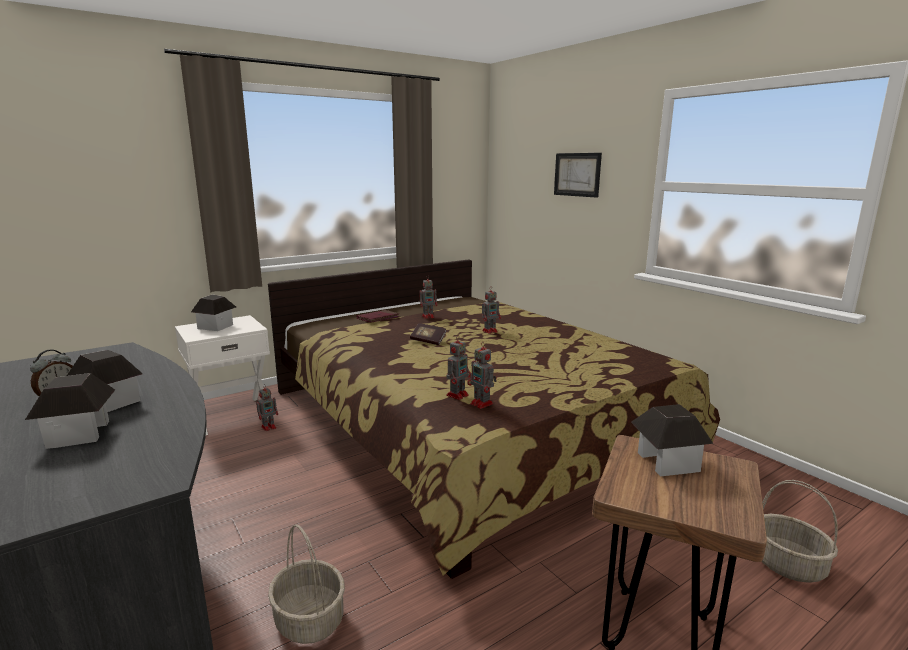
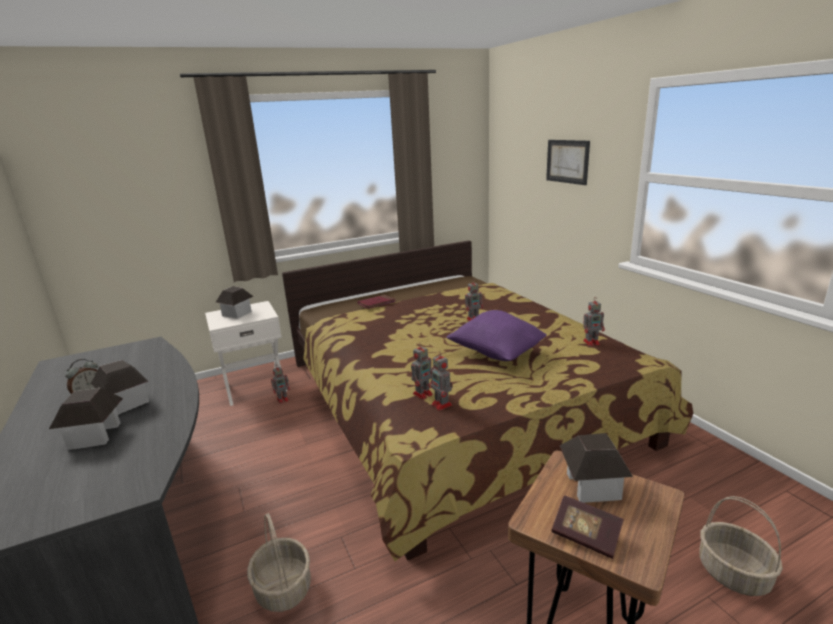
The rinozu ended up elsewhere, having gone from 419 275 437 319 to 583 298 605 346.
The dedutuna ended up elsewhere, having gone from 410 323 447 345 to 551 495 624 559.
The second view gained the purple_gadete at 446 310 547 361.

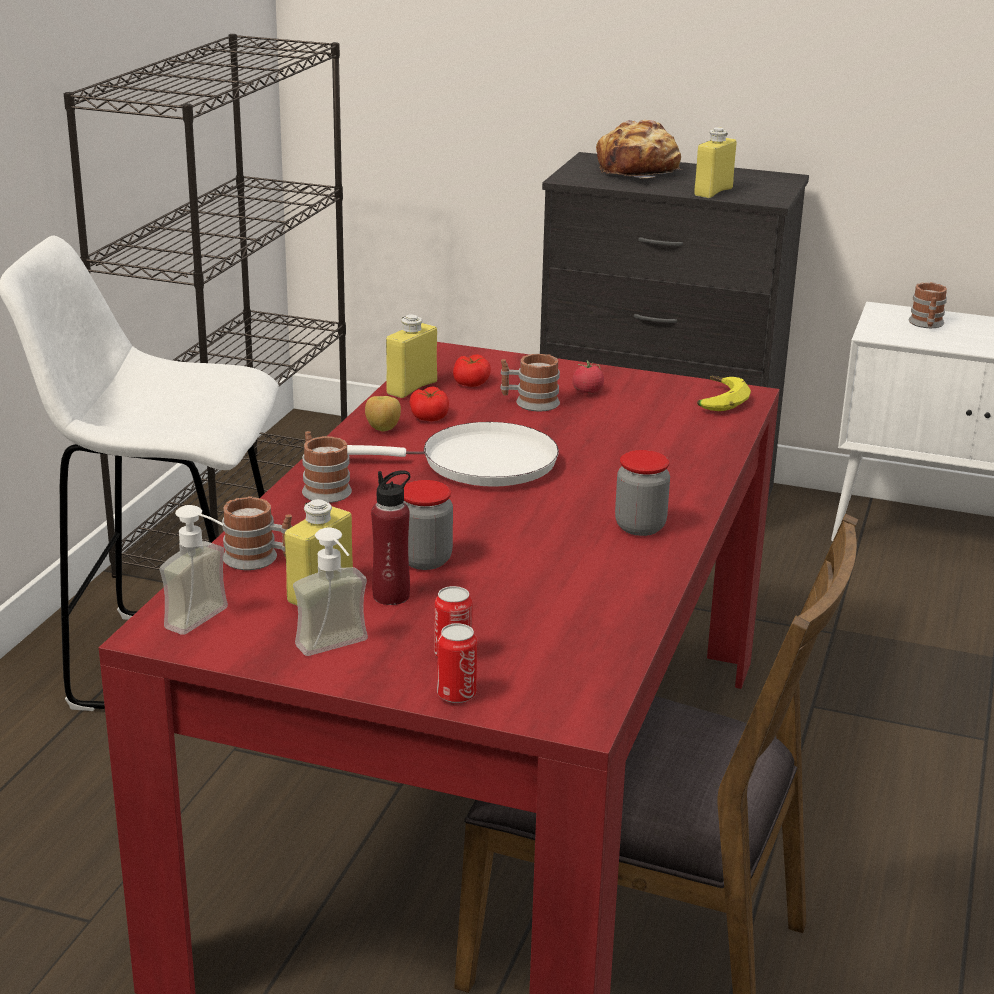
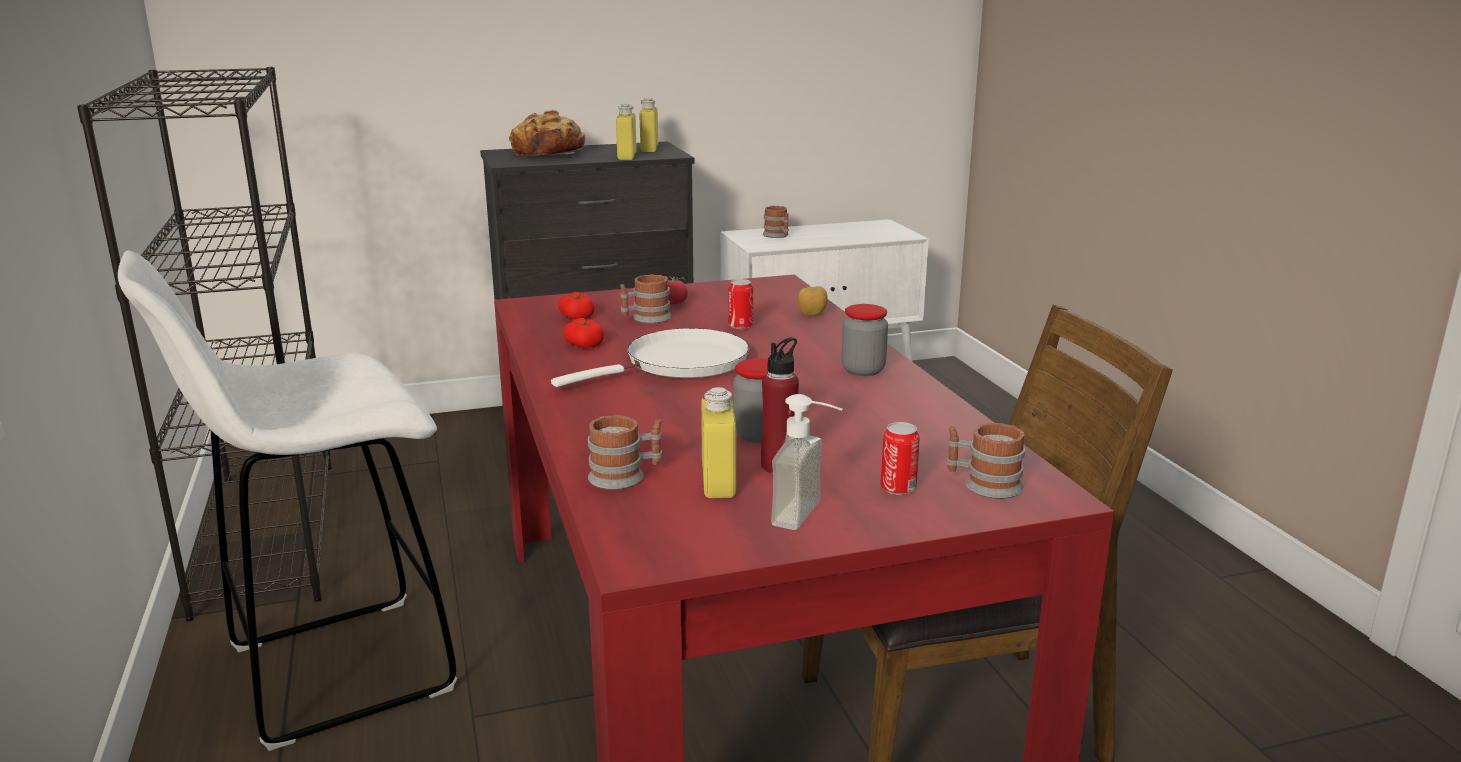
The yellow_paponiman ended up elsewhere, having gone from 386 314 437 398 to 639 98 658 152.
The second view lost the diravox at 697 376 751 411.
The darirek ended up elsewhere, having gone from 365 396 401 431 to 798 286 828 316.
The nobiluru ended up elsewhere, having gone from 302 431 352 503 to 946 423 1025 499.
The second view lost the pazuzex at 159 505 228 635.
The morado ended up elsewhere, having gone from 437 623 477 703 to 728 279 753 329.

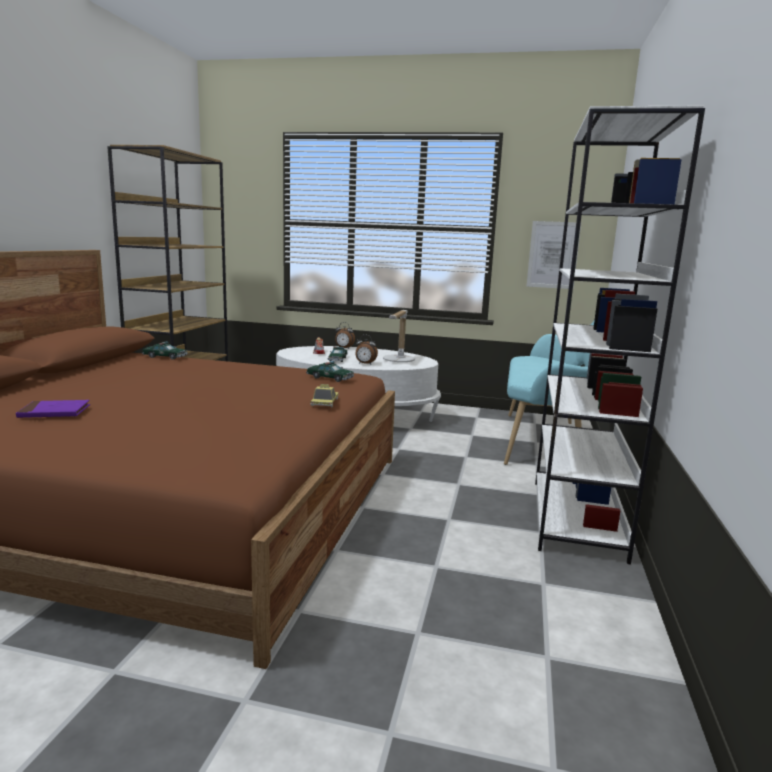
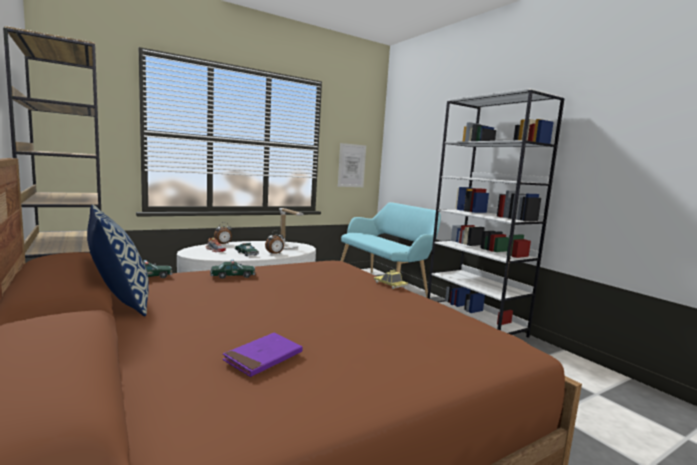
The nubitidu ended up elsewhere, having gone from 306 361 354 382 to 210 260 255 279.
The second view gained the gadete at 87 204 149 316.

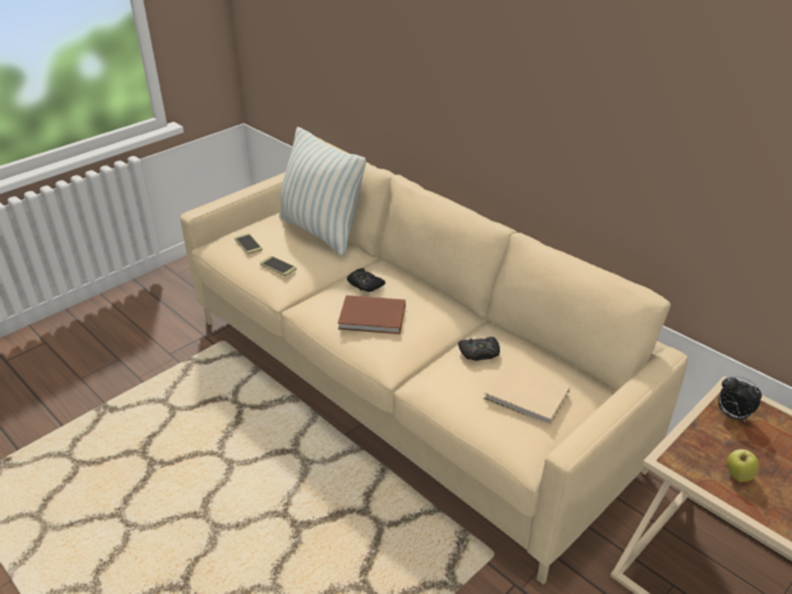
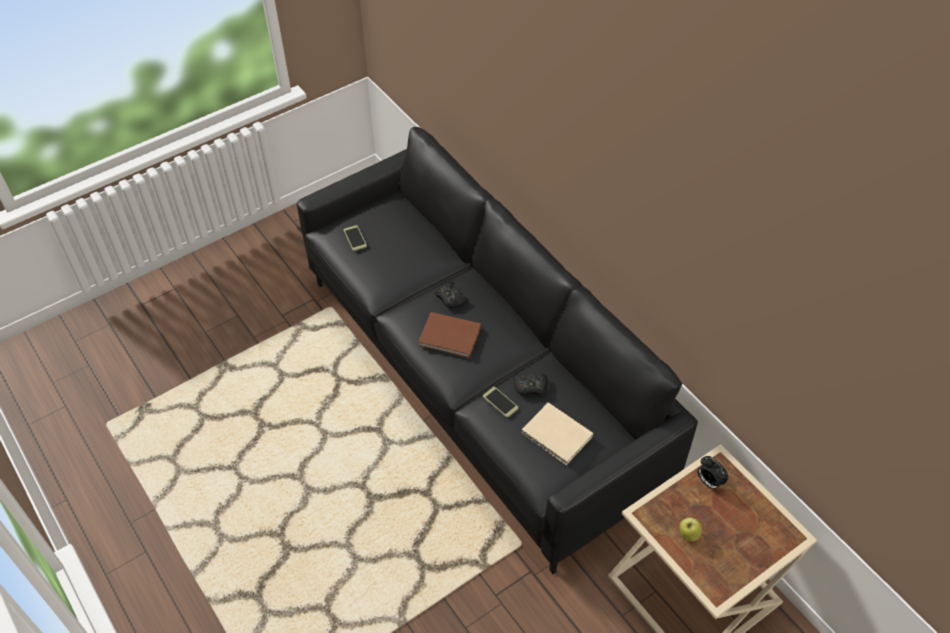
The second view lost the gadete at 279 127 366 256.
What was the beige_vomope at 180 137 688 584 turned into the black_vomope at 297 127 698 574.
The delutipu ended up elsewhere, having gone from 260 256 297 276 to 483 387 518 418.

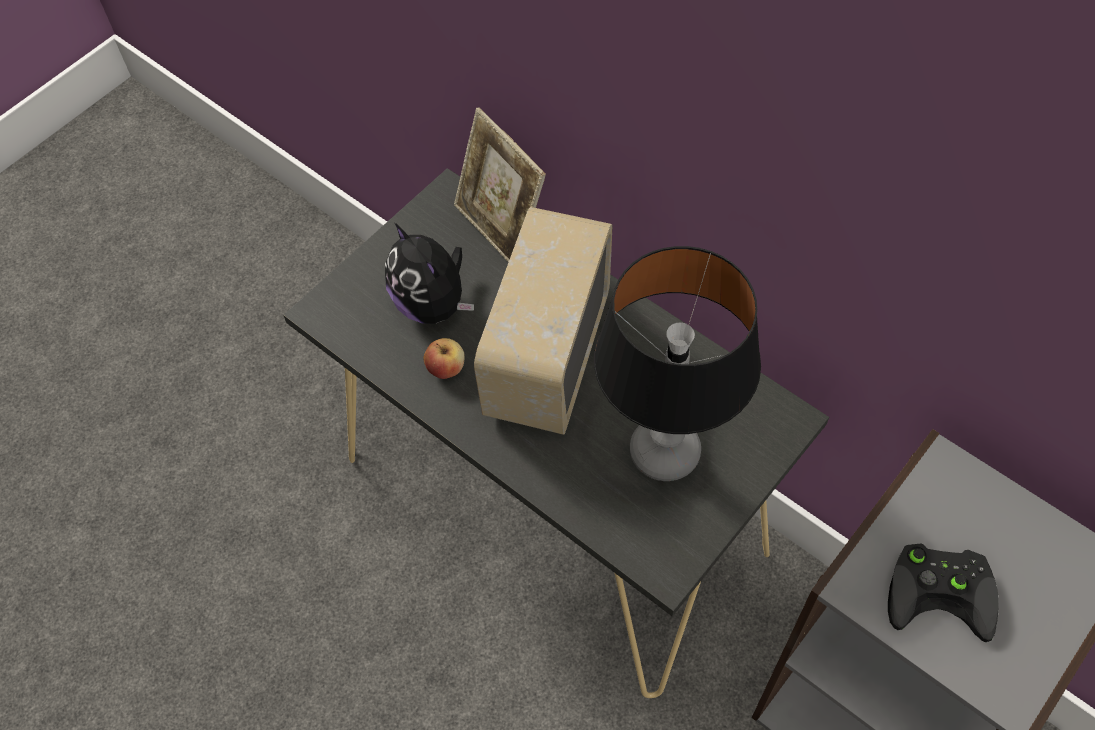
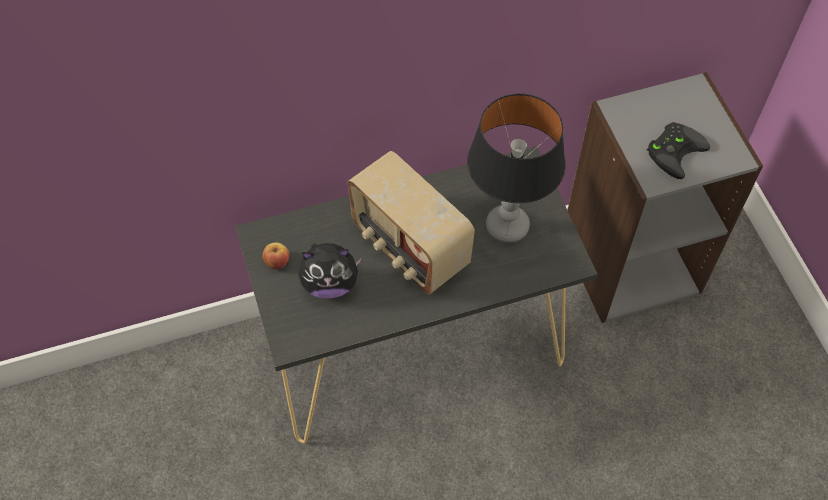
The second view lost the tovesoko at 454 107 546 262.
The darirek ended up elsewhere, having gone from 423 338 465 379 to 263 243 289 269.

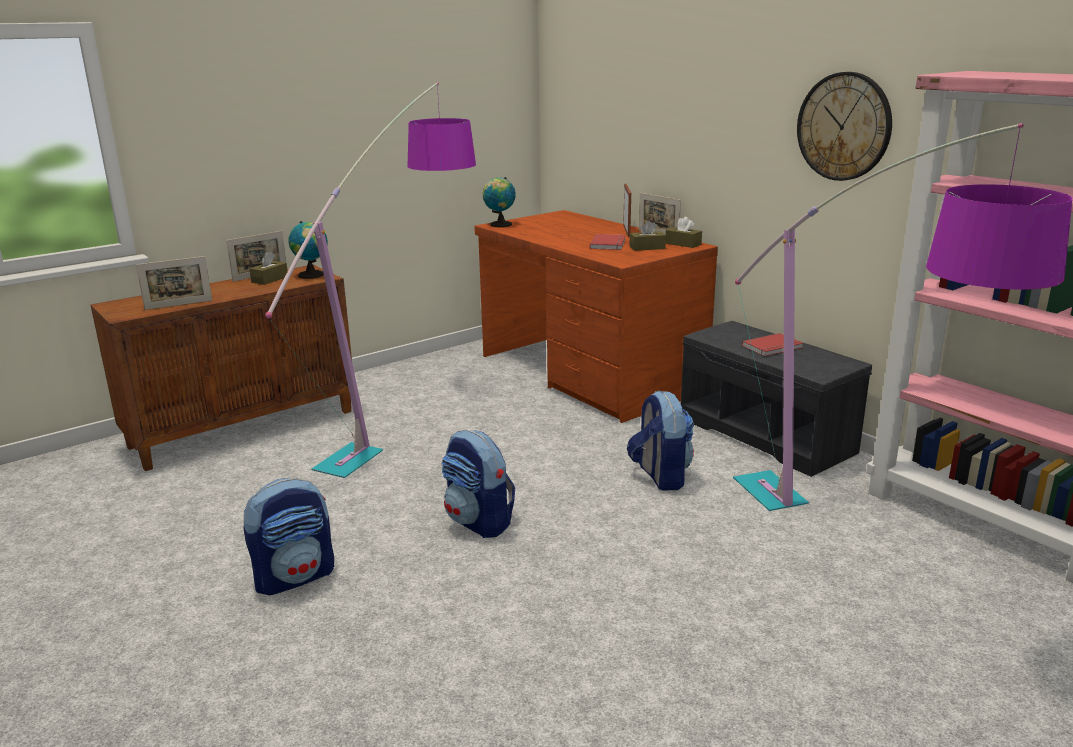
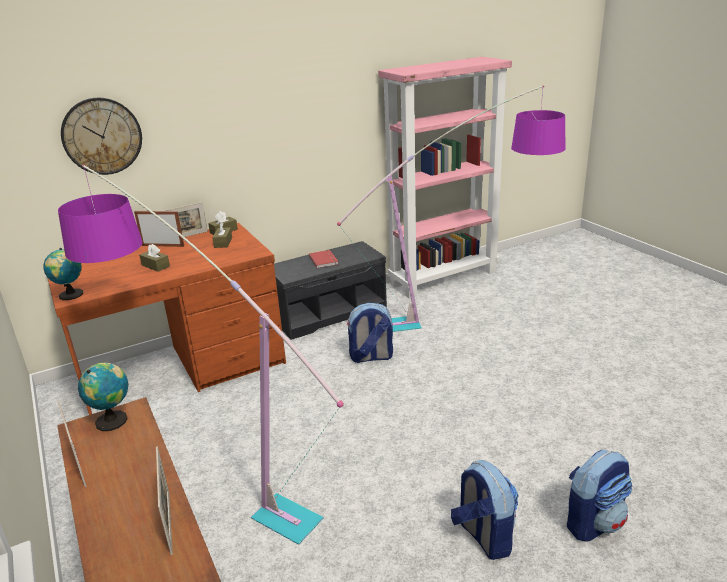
The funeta ended up elsewhere, having gone from 797 72 892 181 to 61 98 142 175.
The second view lost the red_dedutuna at 590 234 626 250.
The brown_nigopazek ended up elsewhere, having gone from 249 252 288 285 to 139 244 170 272.
The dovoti ended up elsewhere, having gone from 441 430 515 538 to 567 450 633 542.

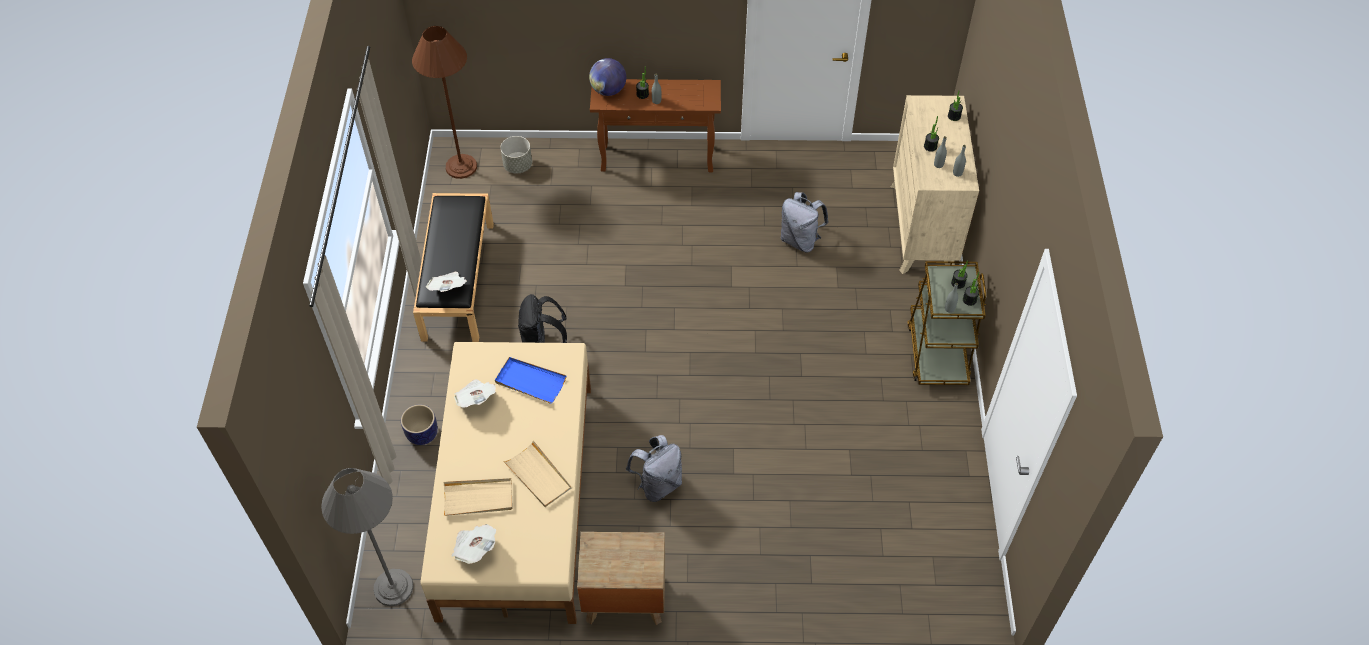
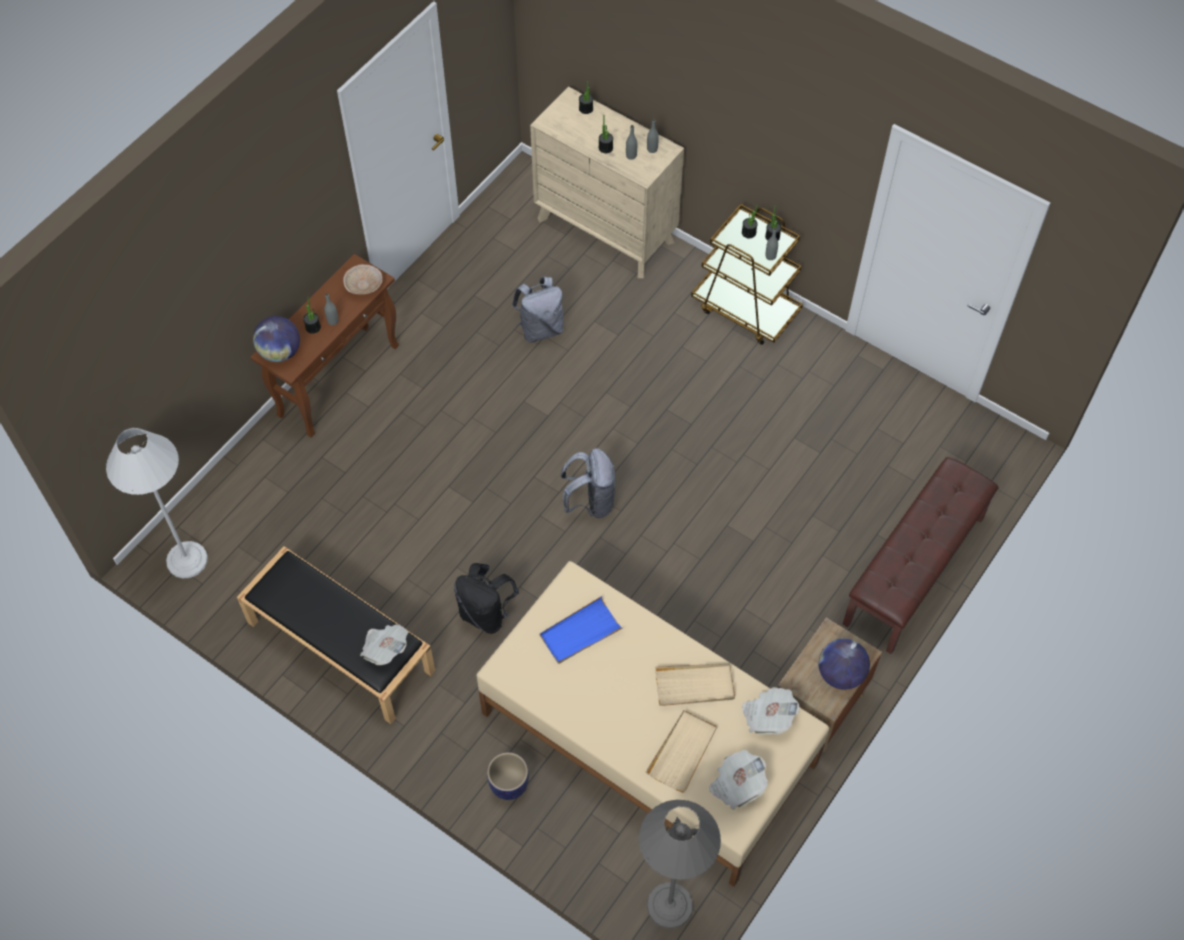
What was the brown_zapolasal at 412 26 477 179 turned into the white_zapolasal at 106 428 208 578.
The second view lost the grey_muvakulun at 500 136 532 173.
The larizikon ended up elsewhere, having gone from 454 379 496 408 to 742 687 800 735.
The grey_dovoti ended up elsewhere, having gone from 626 435 682 502 to 561 448 616 518.
The second view gained the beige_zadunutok at 343 264 383 294.
The second view gained the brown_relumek at 843 457 999 654.
The second view gained the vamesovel at 819 638 870 690.

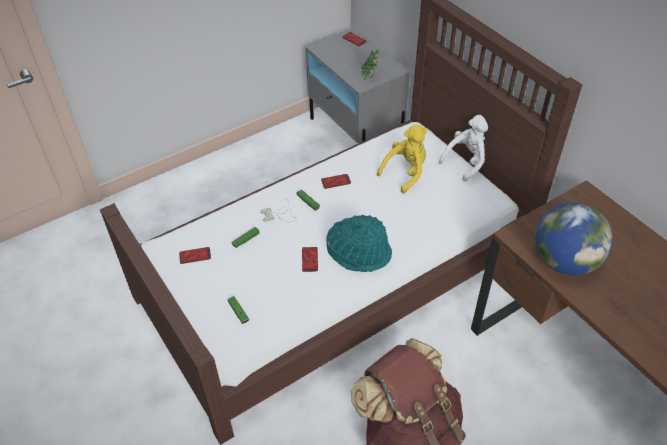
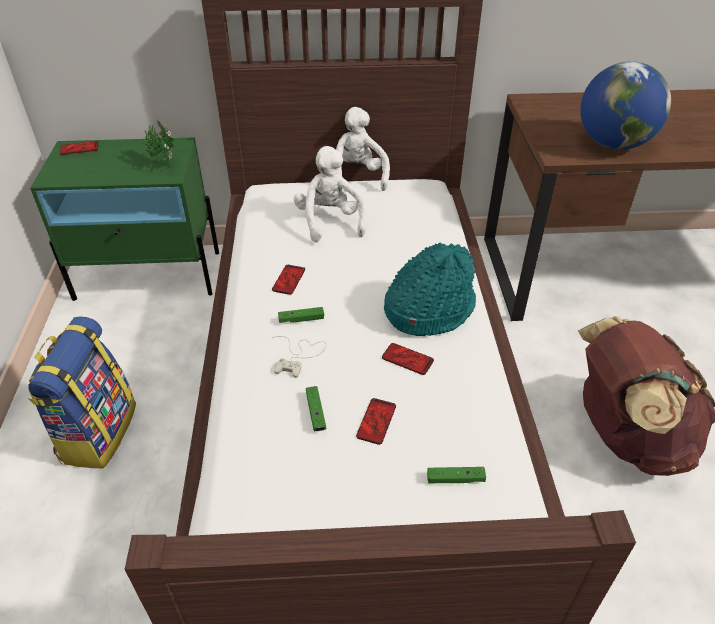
What was the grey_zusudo at 306 28 410 144 turned into the green_zusudo at 30 138 219 301.
What was the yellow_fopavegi at 377 125 427 193 turned into the white_fopavegi at 294 146 367 242.
The delutipu ended up elsewhere, having gone from 179 247 211 264 to 356 398 396 445.
The second view gained the dovoti at 28 316 136 468.

